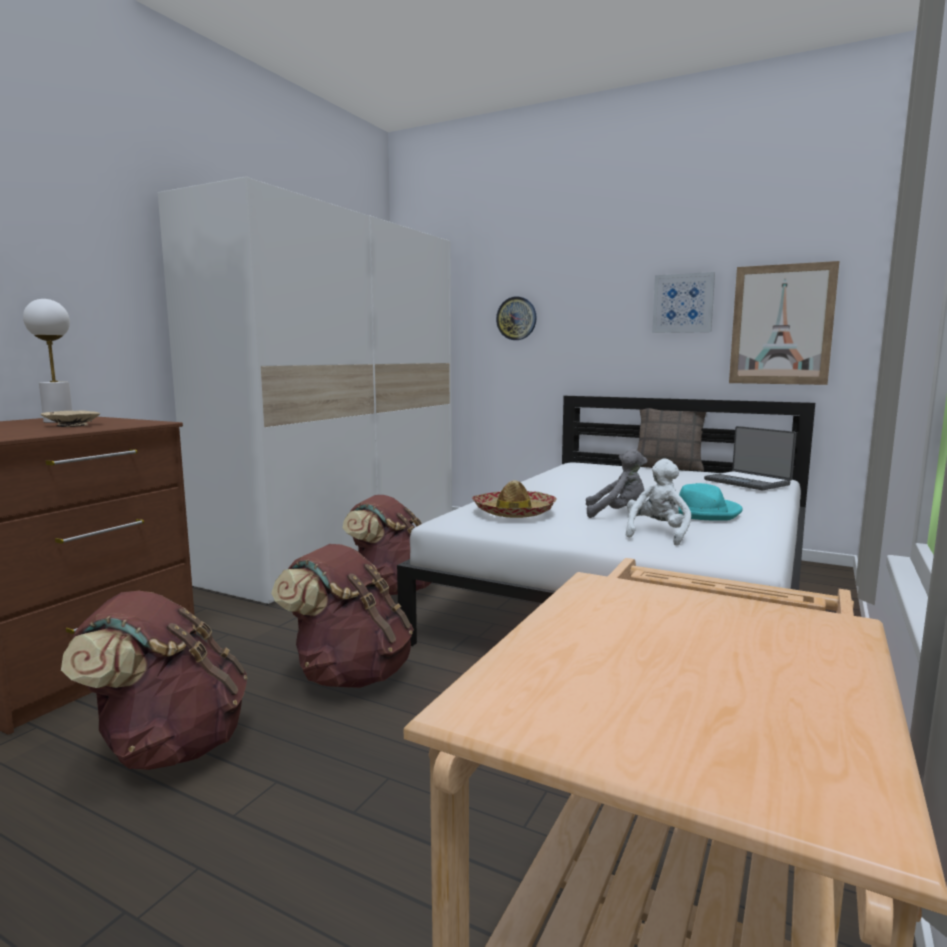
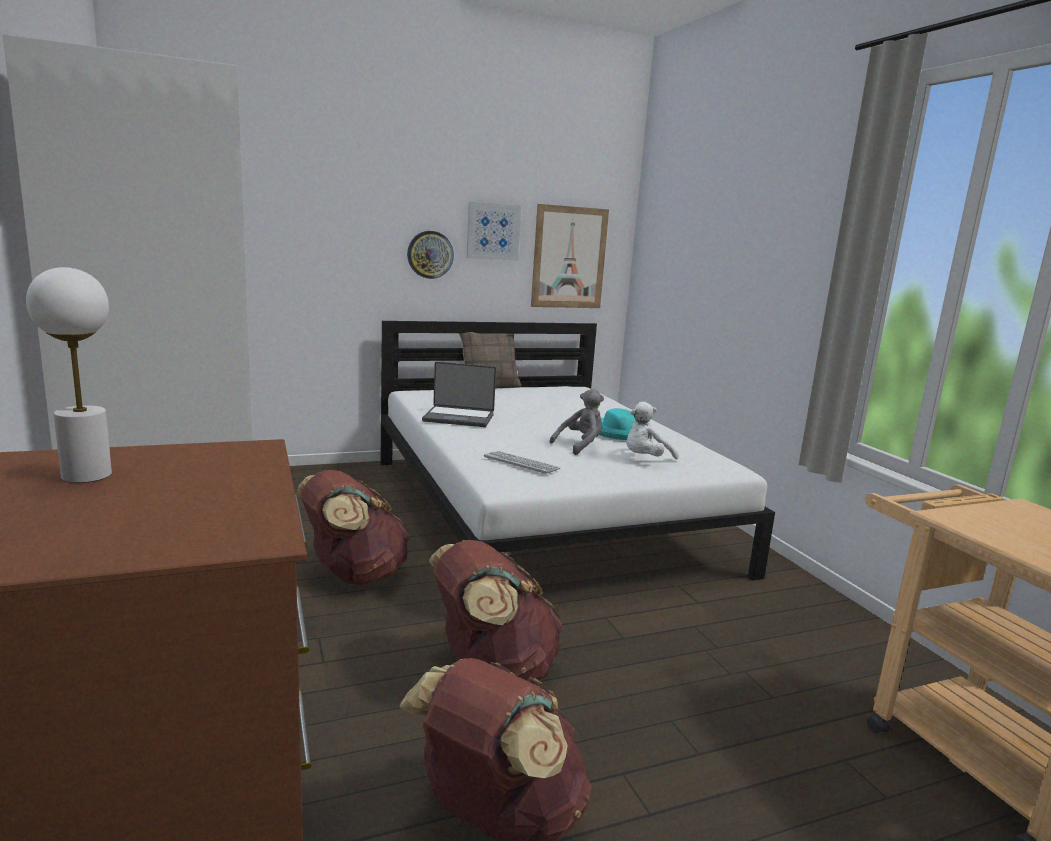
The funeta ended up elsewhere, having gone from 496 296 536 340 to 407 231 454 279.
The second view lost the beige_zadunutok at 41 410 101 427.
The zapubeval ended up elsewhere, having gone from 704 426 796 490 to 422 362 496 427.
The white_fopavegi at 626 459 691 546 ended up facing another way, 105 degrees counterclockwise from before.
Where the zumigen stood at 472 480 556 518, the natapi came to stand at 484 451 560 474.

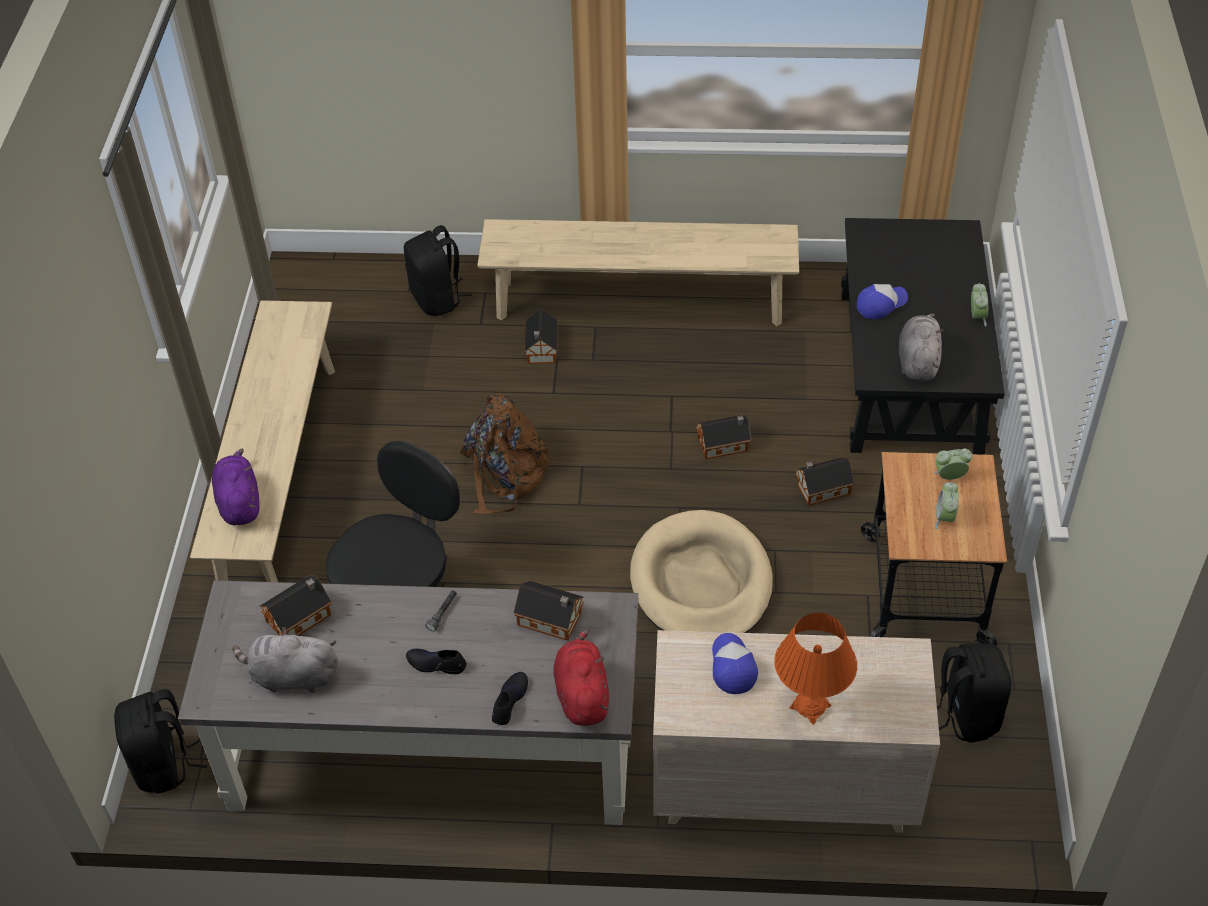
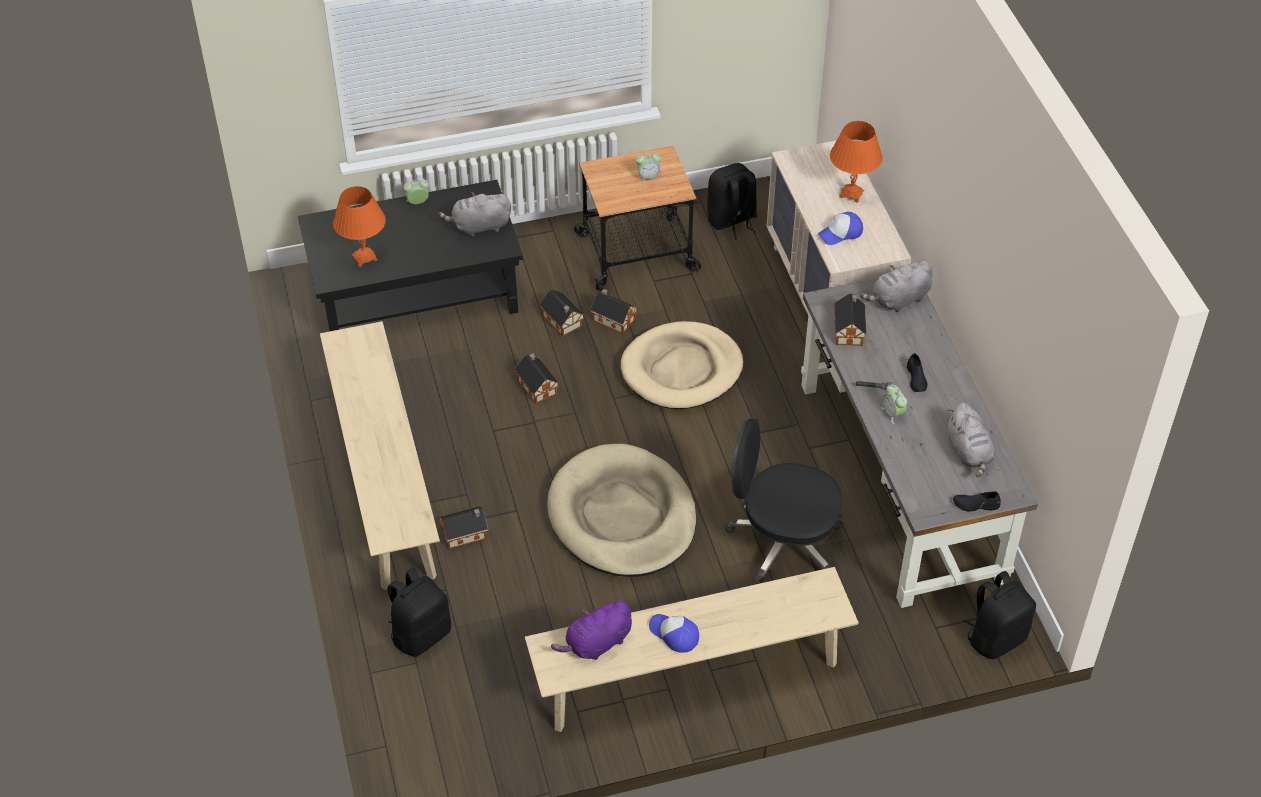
The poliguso ended up elsewhere, having gone from 857 284 908 319 to 649 614 699 653.
Where the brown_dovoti stood at 460 394 554 514, the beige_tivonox came to stand at 547 444 696 577.
The purple_fopavegi ended up elsewhere, having gone from 212 449 259 525 to 551 599 632 660.
The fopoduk ended up elsewhere, having gone from 933 449 973 480 to 881 384 907 424.
The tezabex ended up elsewhere, having gone from 259 575 332 636 to 590 289 638 334.
What was the red_fopavegi at 553 629 609 726 turned into the grey_fopavegi at 860 261 932 312.
The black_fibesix ended up elsewhere, having gone from 492 672 528 725 to 953 491 1001 512.
The second view gained the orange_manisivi at 333 186 386 267.

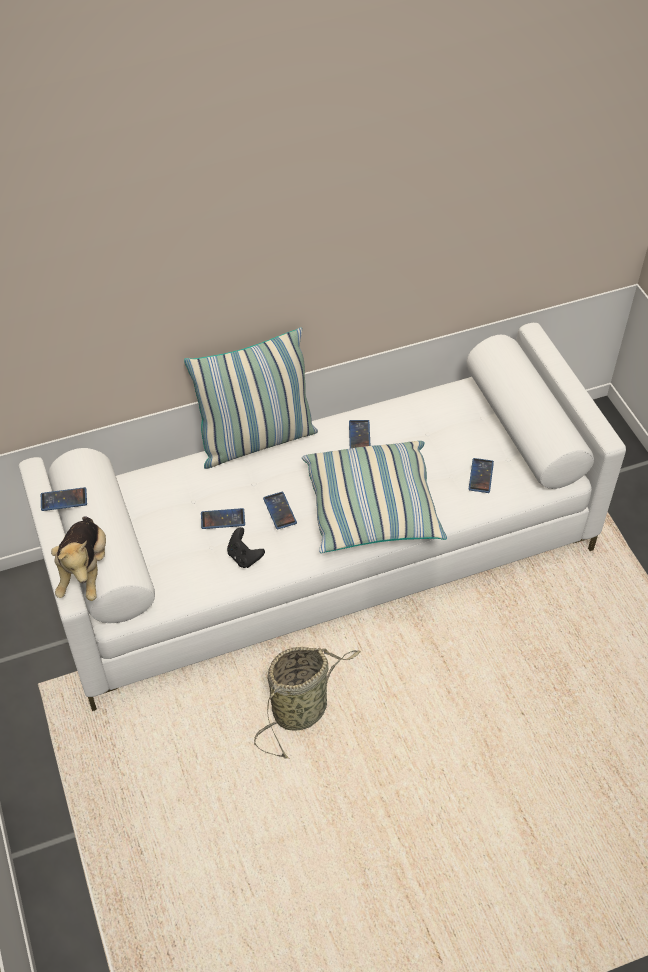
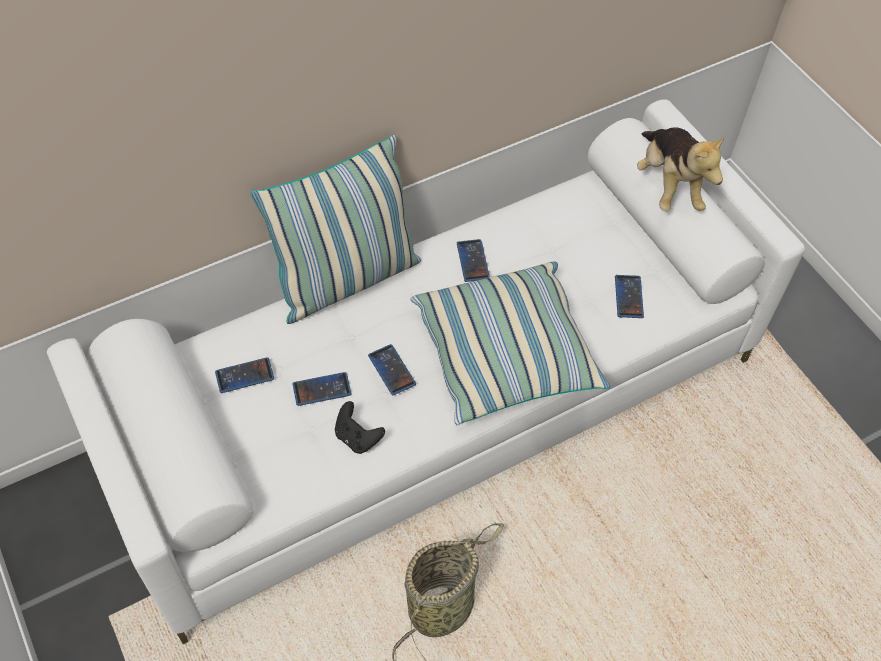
The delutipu ended up elsewhere, having gone from 41 487 87 511 to 215 357 274 393.
The fopavegi ended up elsewhere, having gone from 51 516 106 601 to 637 127 726 212.

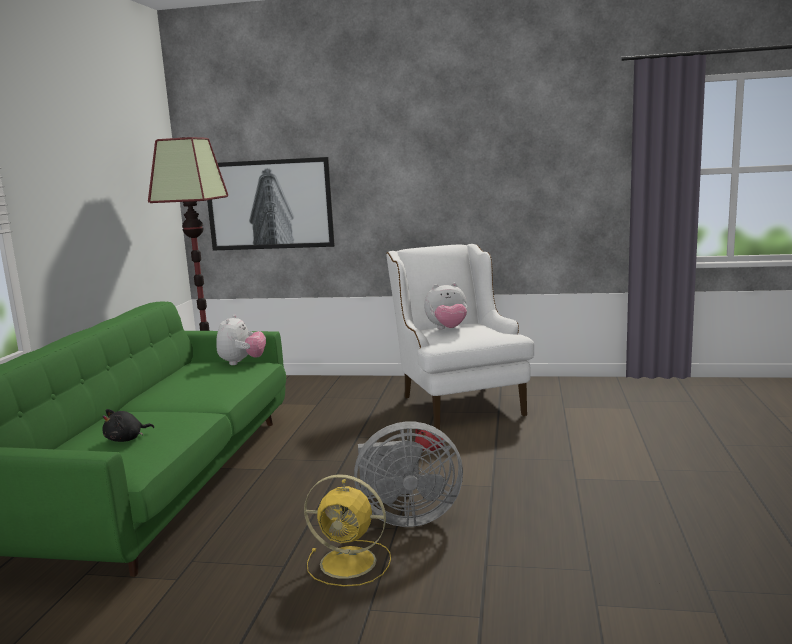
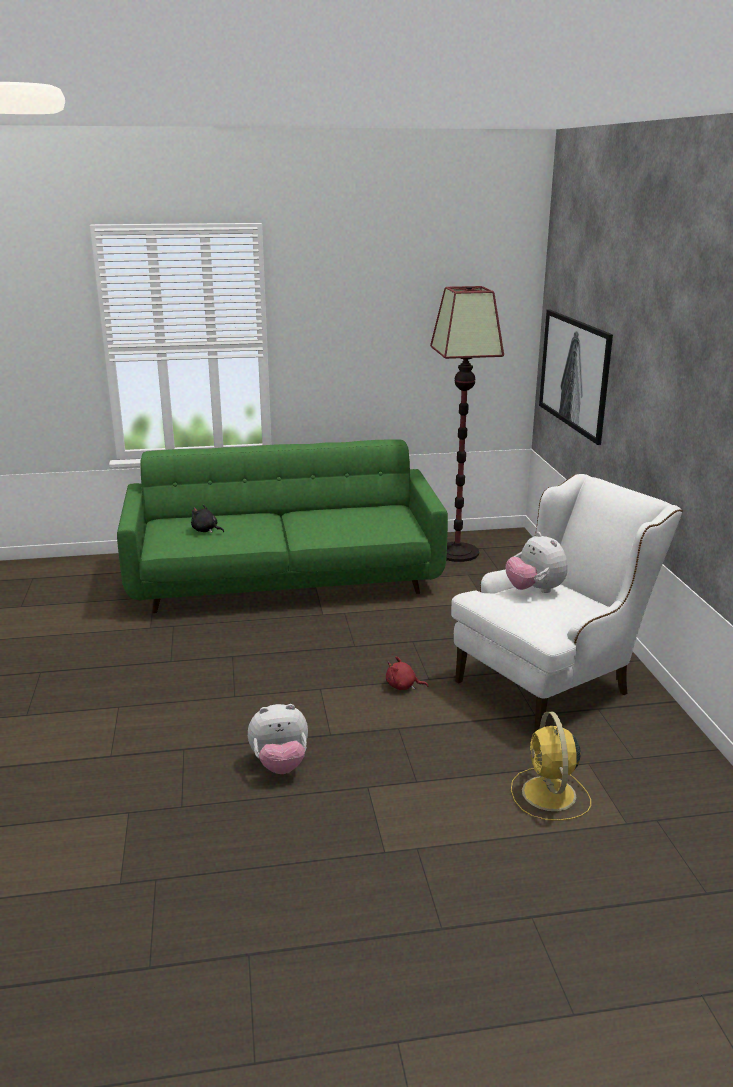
The fopavegi ended up elsewhere, having gone from 216 314 266 365 to 248 704 308 774.
The second view lost the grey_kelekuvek at 354 422 463 527.
The yellow_kelekuvek ended up elsewhere, having gone from 304 474 391 586 to 511 712 591 821.

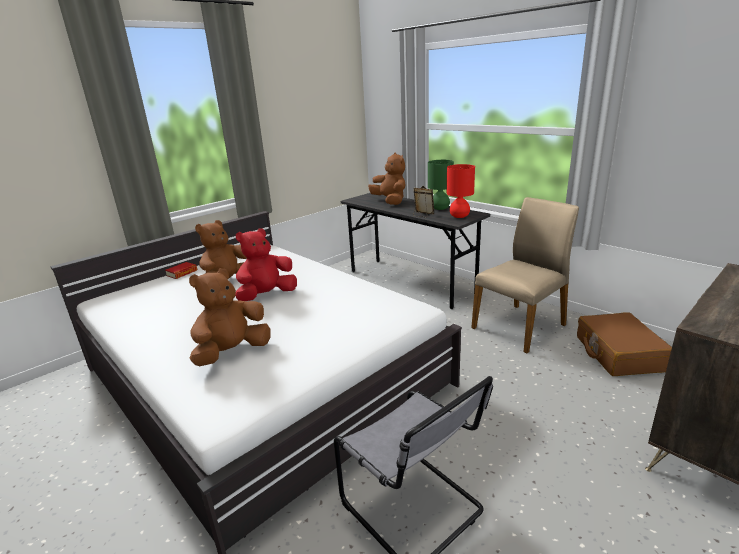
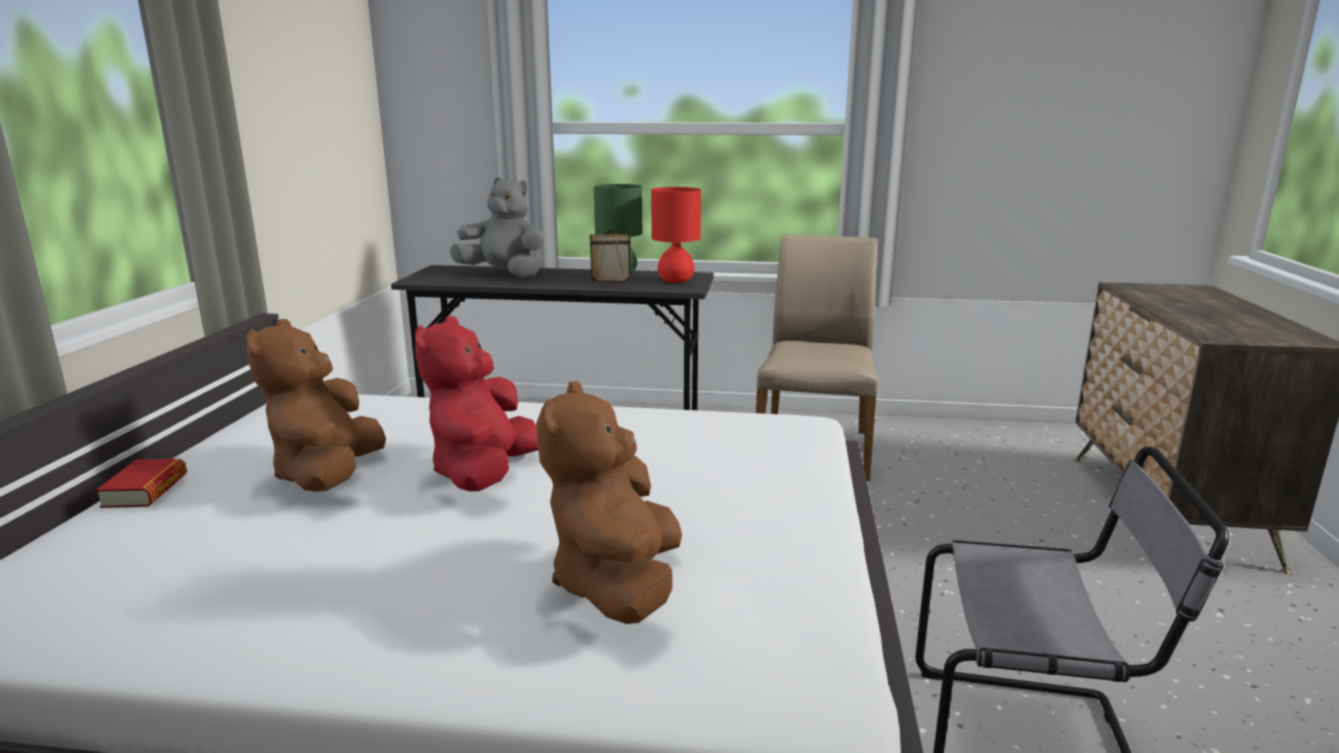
What was the brown_fopavegi at 368 153 405 205 turned into the grey_fopavegi at 450 177 544 278.
The second view lost the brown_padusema at 577 312 672 376.

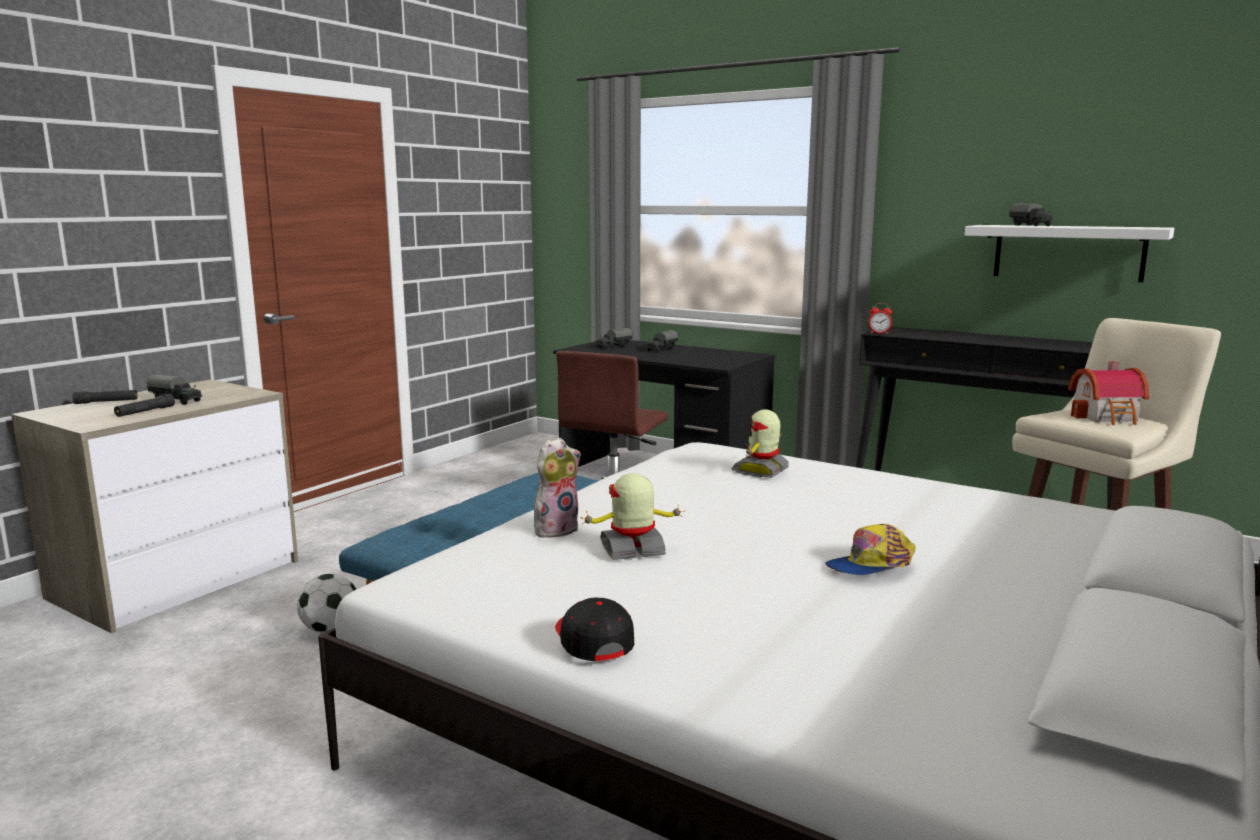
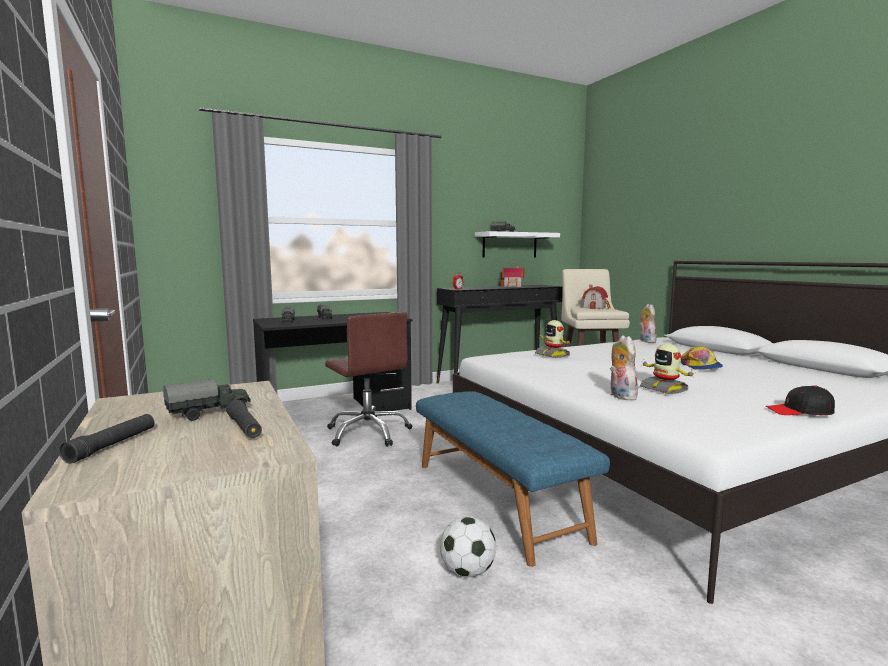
The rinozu at 581 473 685 560 ended up facing another way, 45 degrees counterclockwise from before.
The second view gained the tezabex at 501 266 524 287.
The second view gained the fopavegi at 639 304 657 343.

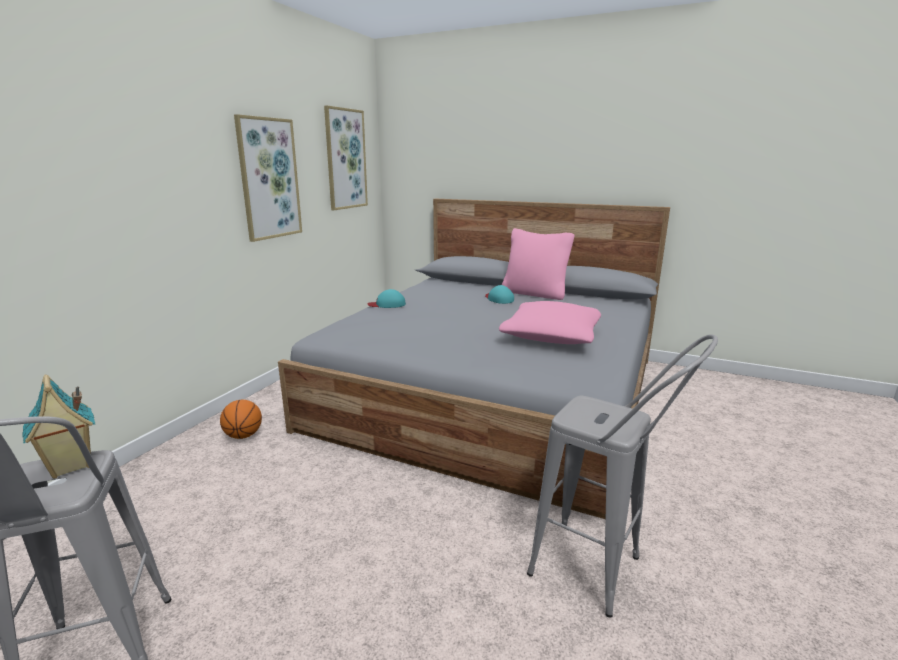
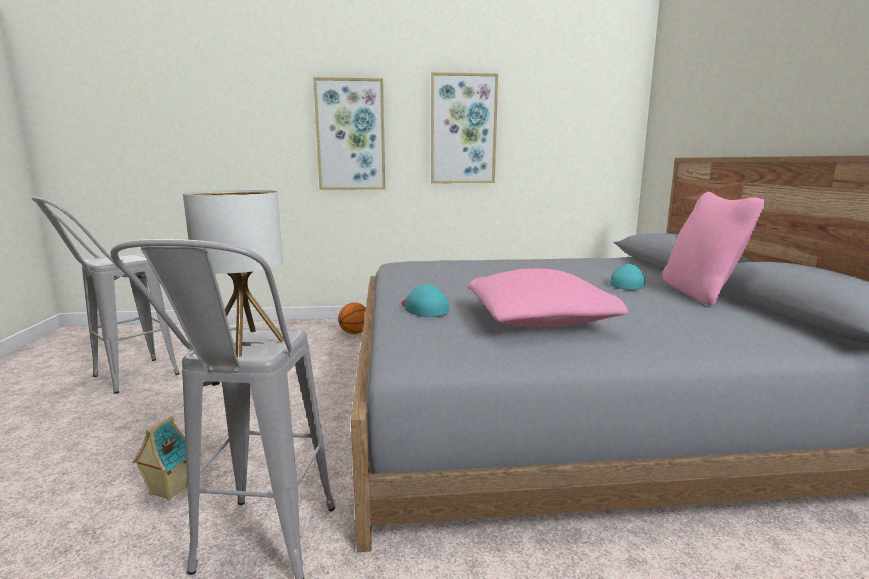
The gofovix ended up elsewhere, having gone from 324 106 368 210 to 313 77 385 190.
The turquoise_poliguso ended up elsewhere, having gone from 367 289 406 308 to 401 284 449 317.
The tezabex ended up elsewhere, having gone from 23 374 95 478 to 132 416 188 501.
The second view gained the manisivi at 183 190 284 357.

